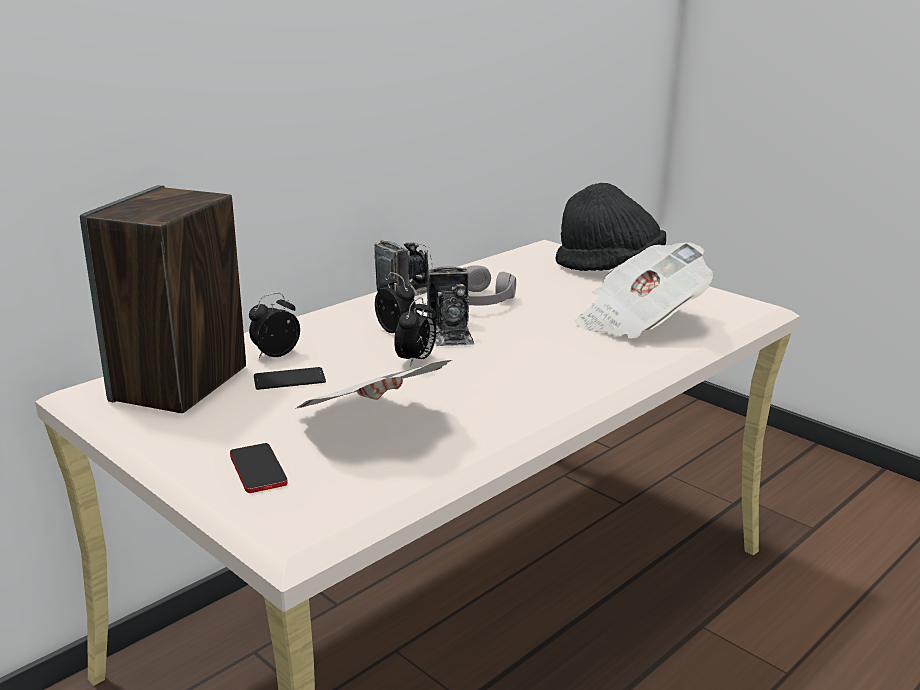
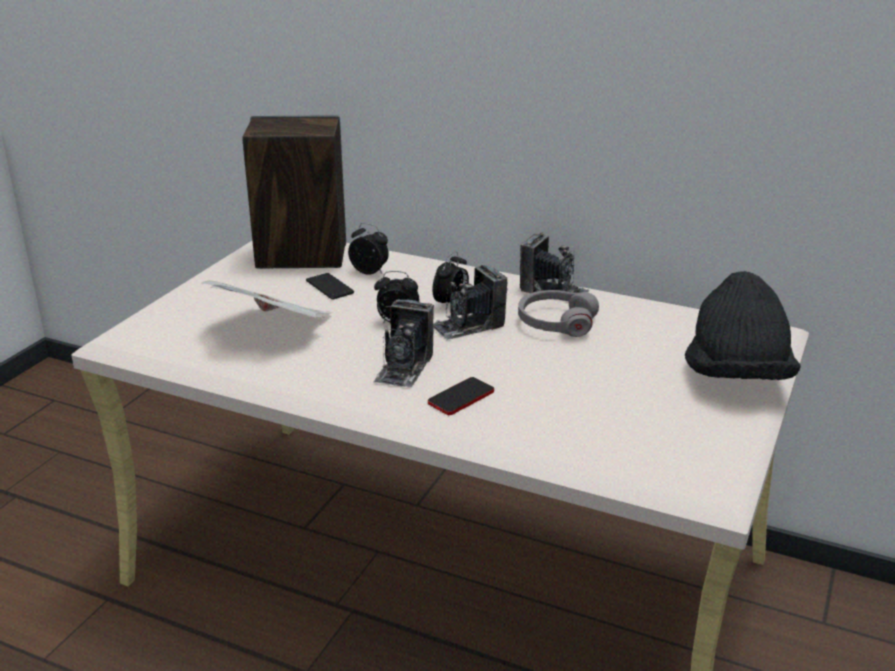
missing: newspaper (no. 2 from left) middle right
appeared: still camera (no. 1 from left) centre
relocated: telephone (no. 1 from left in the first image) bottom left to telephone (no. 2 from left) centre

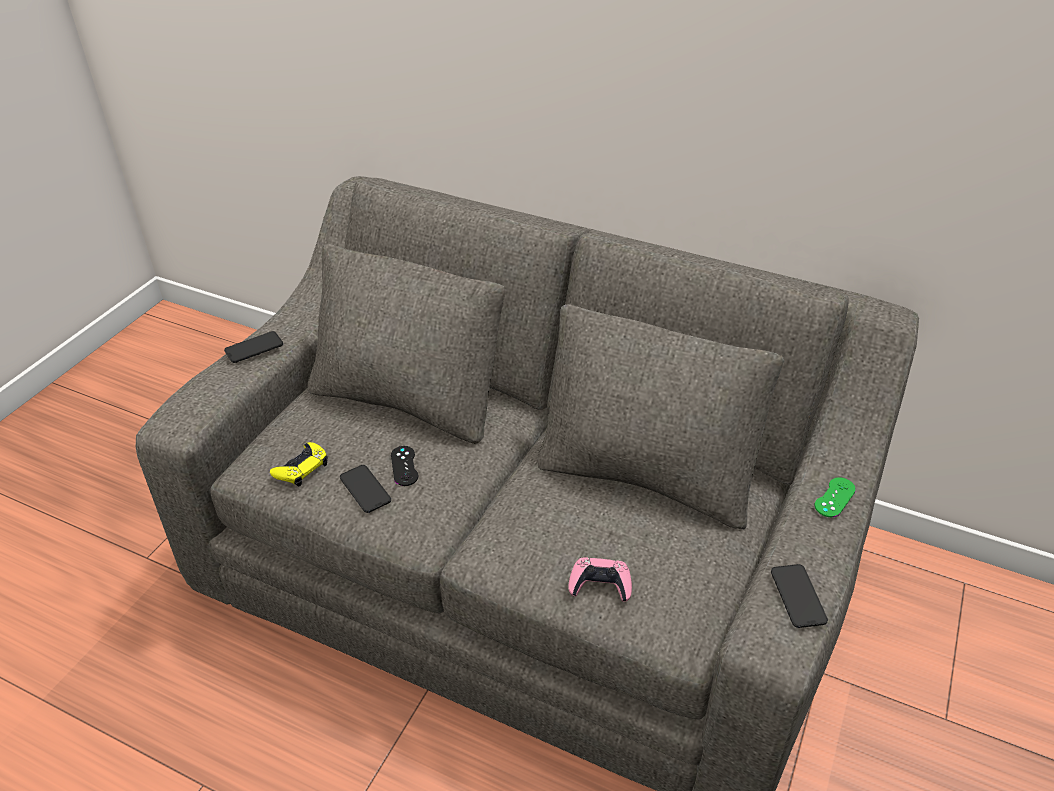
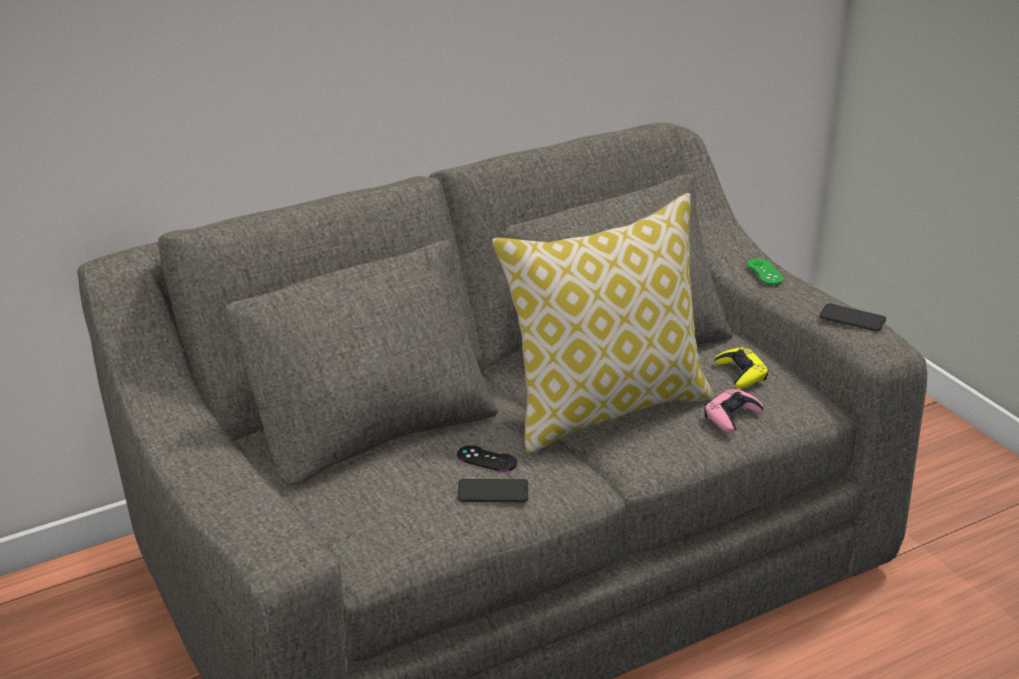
missing: telephone (no. 1 from left) middle left
appeared: pillow centre
relocated: gamepad in yellowish middle left to middle right

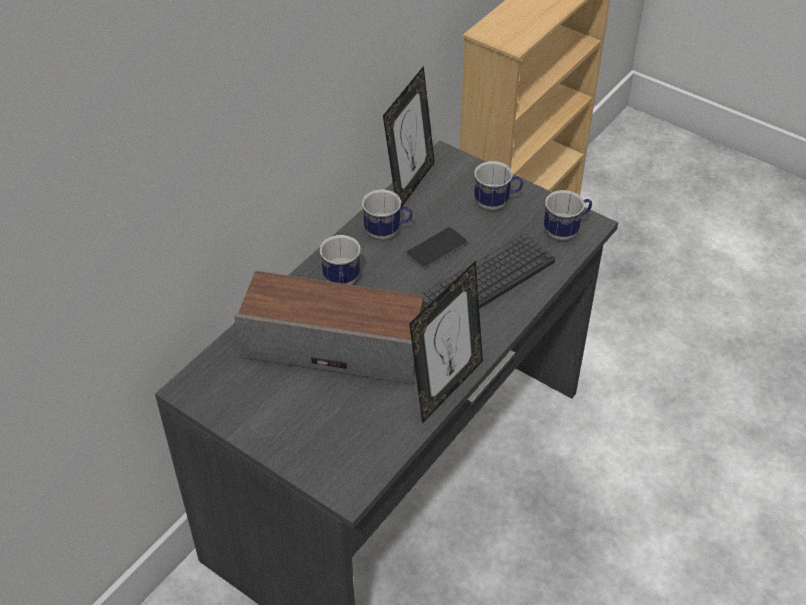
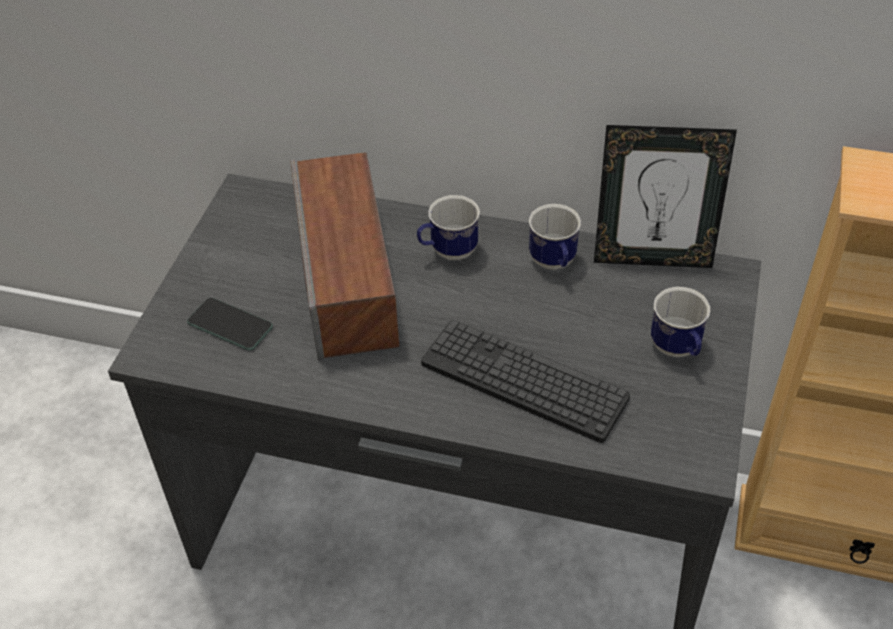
missing: picture frame (no. 2 from left) centre; mug (no. 4 from left) middle right
relocated: telephone centre to middle left

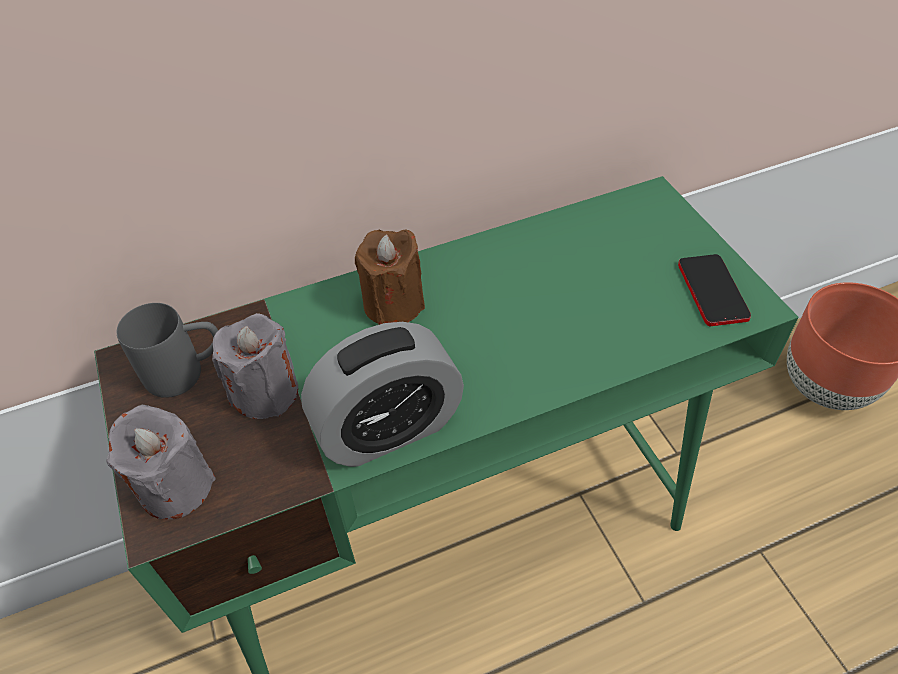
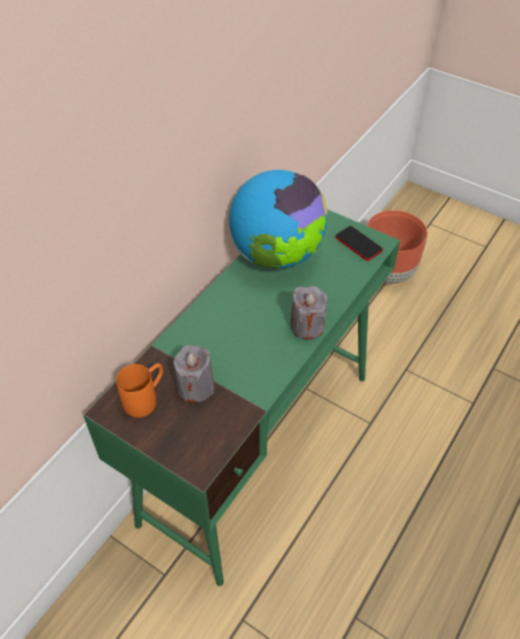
missing: alarm clock centre; wax light in brownish centre
appeared: world globe centre
relocated: wax light in grey (no. 1 from left in the first image) bottom left to wax light in grey (no. 2 from left) centre
colour: mug in grey middle left to mug in orangey middle left

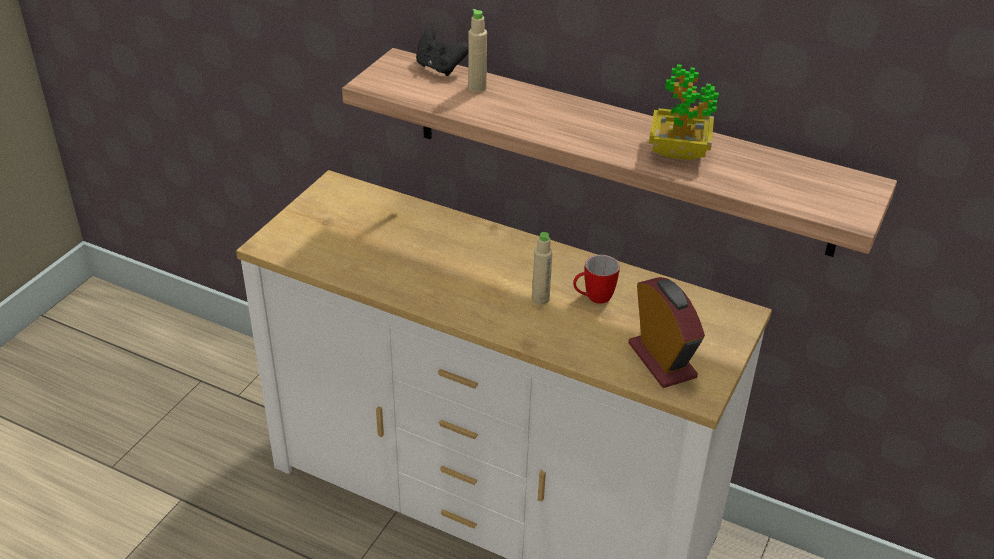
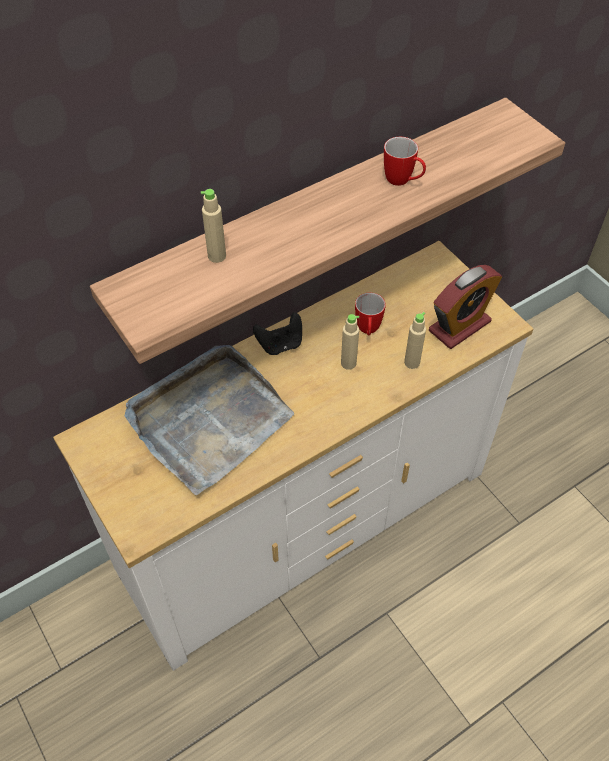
appeared: carrying tray in grey centre; drink bottle in beige (no. 3 from left) middle right
relocated: gamepad in black-coloured top centre to centre
exchanged: potted plant top right to mug (no. 2 from left) top centre
spun: alarm clock middle right = middle right 135 degrees clockwise

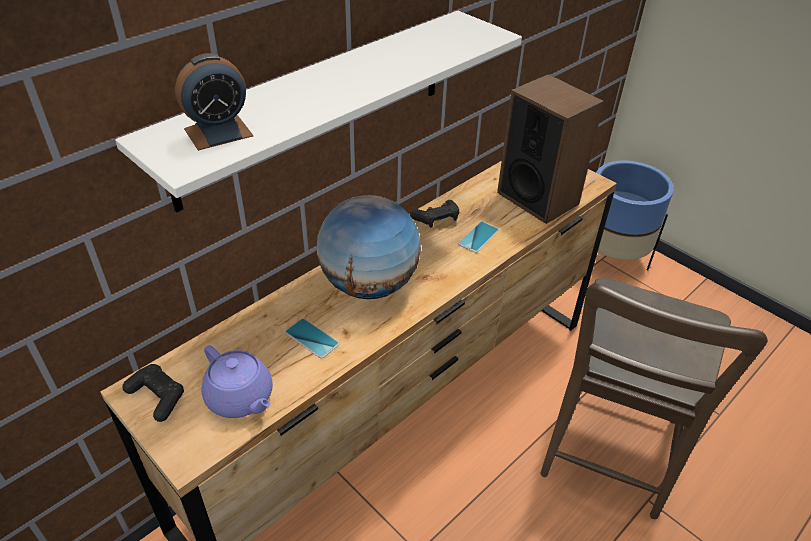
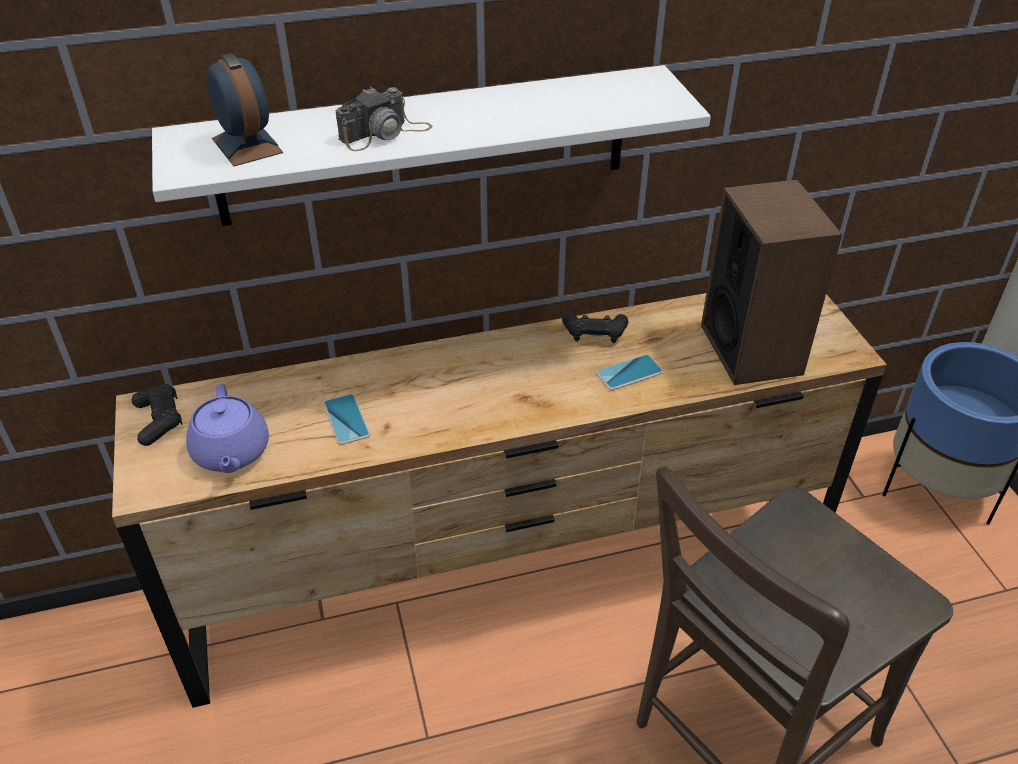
missing: world globe centre
appeared: still camera top centre
spun: alarm clock top left = top left 120 degrees counterclockwise

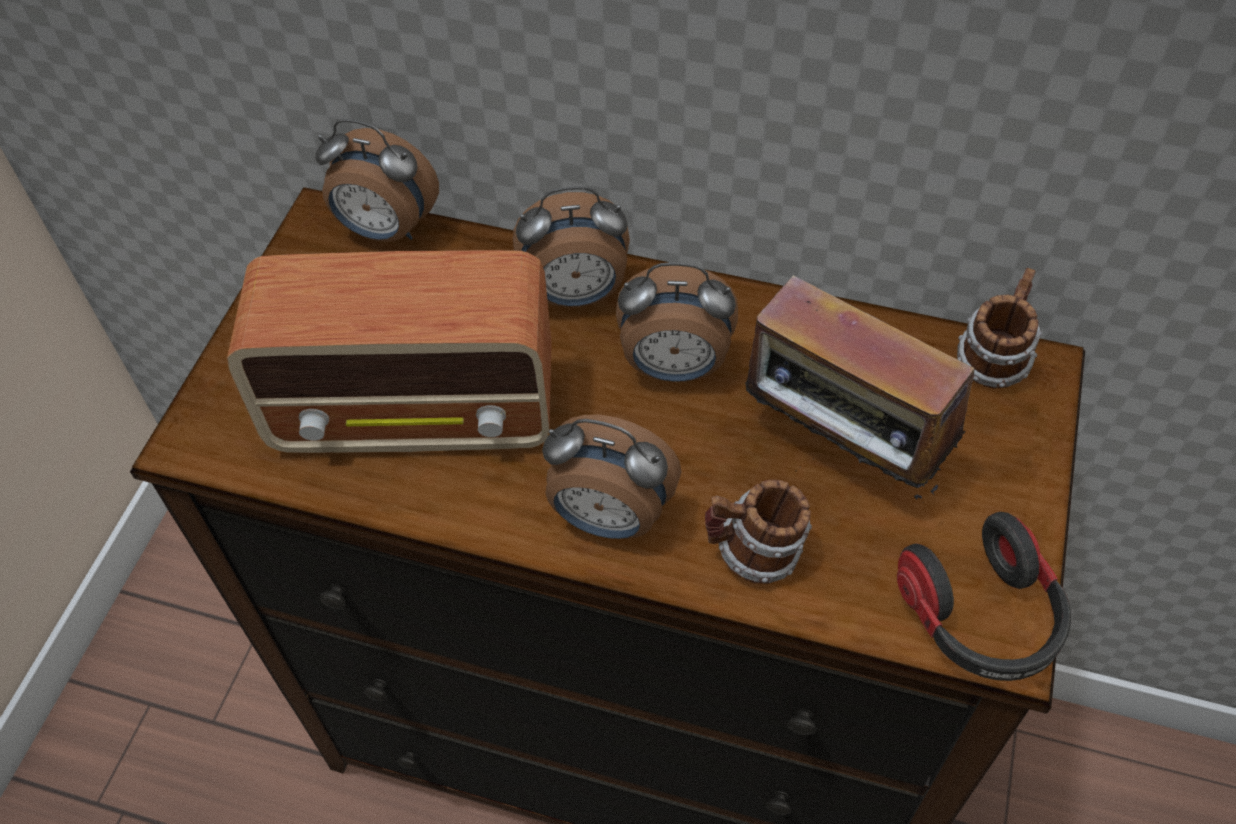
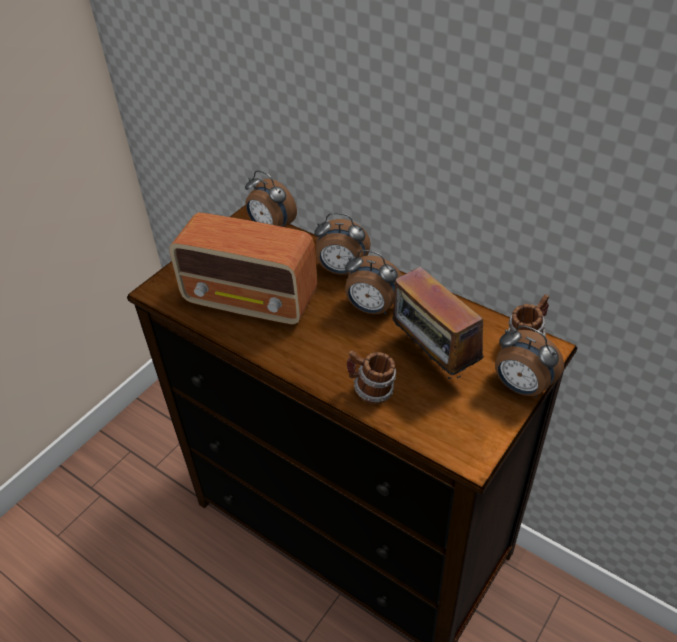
missing: headset bottom right
relocated: alarm clock (no. 3 from left in the first image) centre to alarm clock (no. 4 from left) middle right

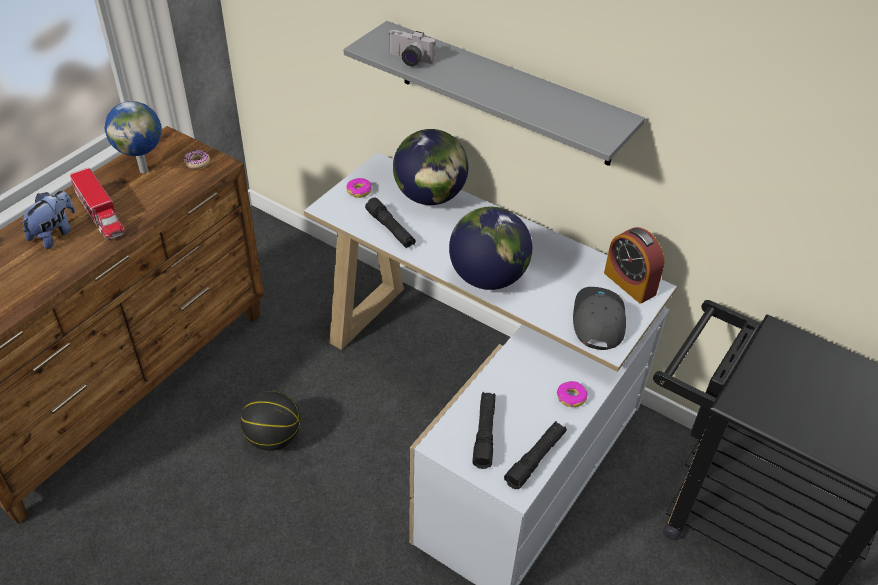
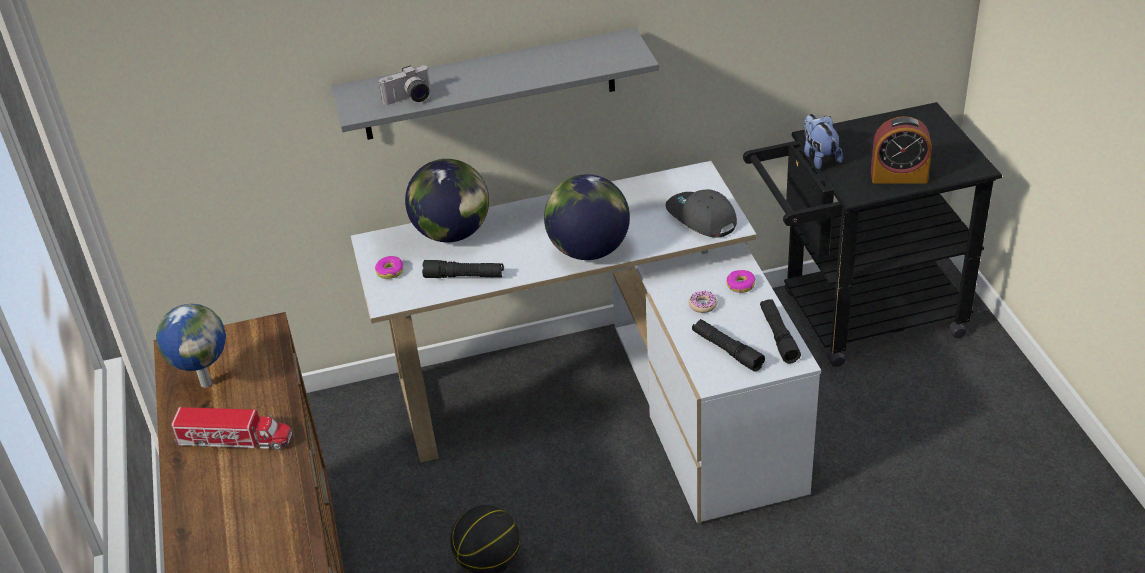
relocated: cuddly toy middle left to top right; donut (no. 1 from left in the first image) top left to donut (no. 2 from left) centre; alarm clock middle right to top right

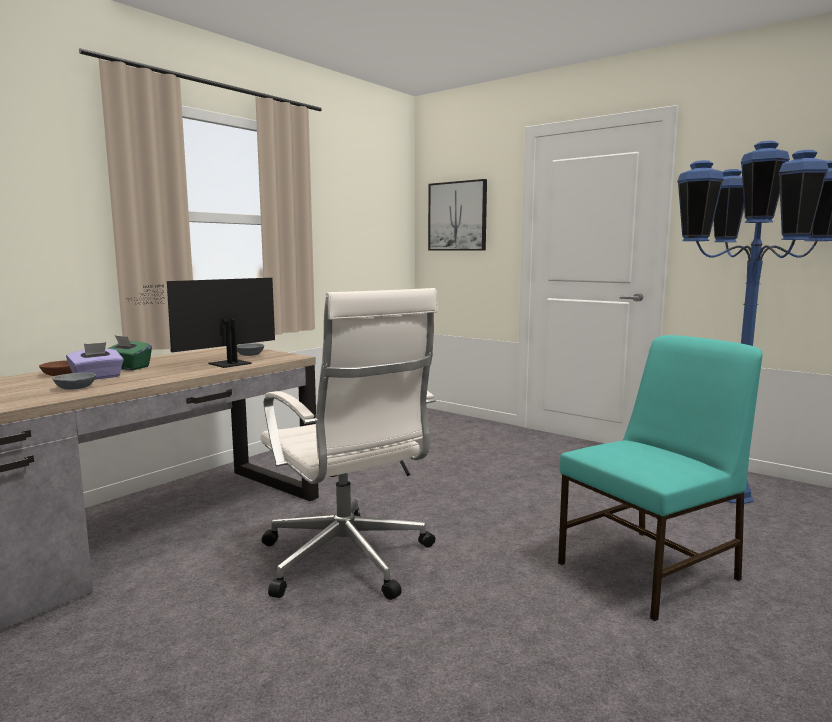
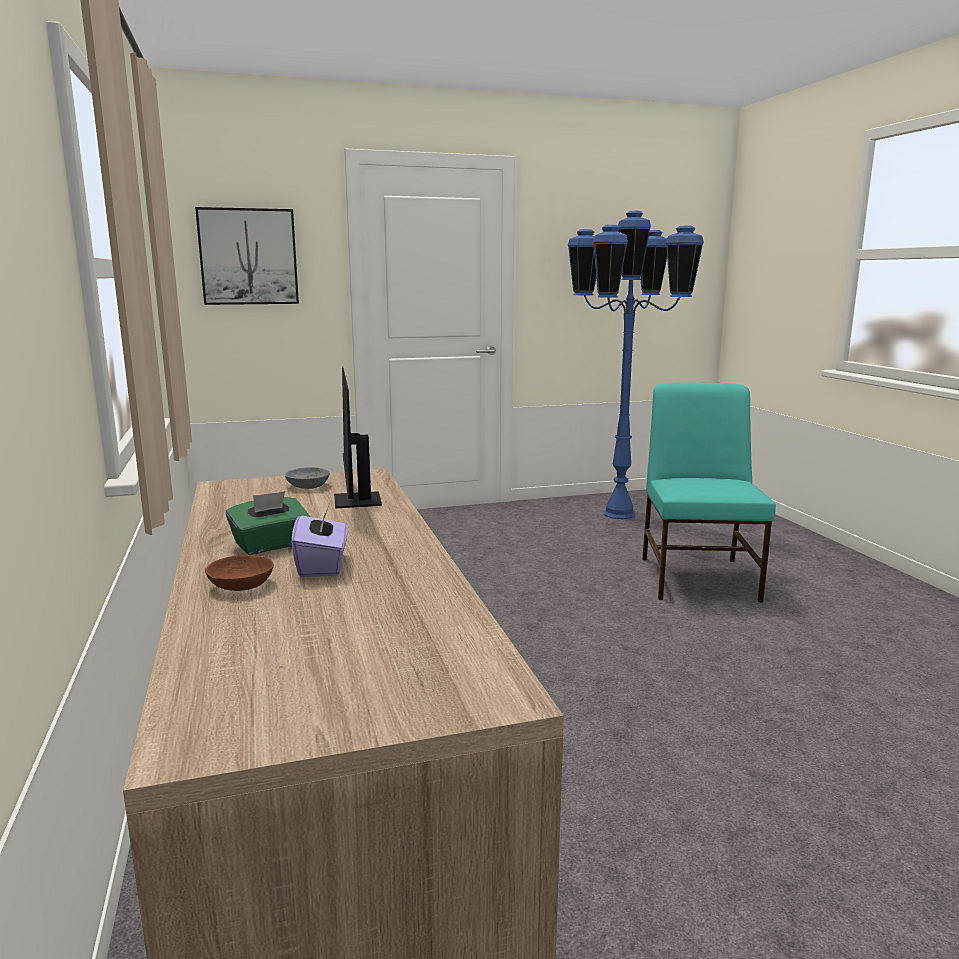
missing: deep dish in grey (no. 1 from left) middle left; computer chair in white-coloured centre

